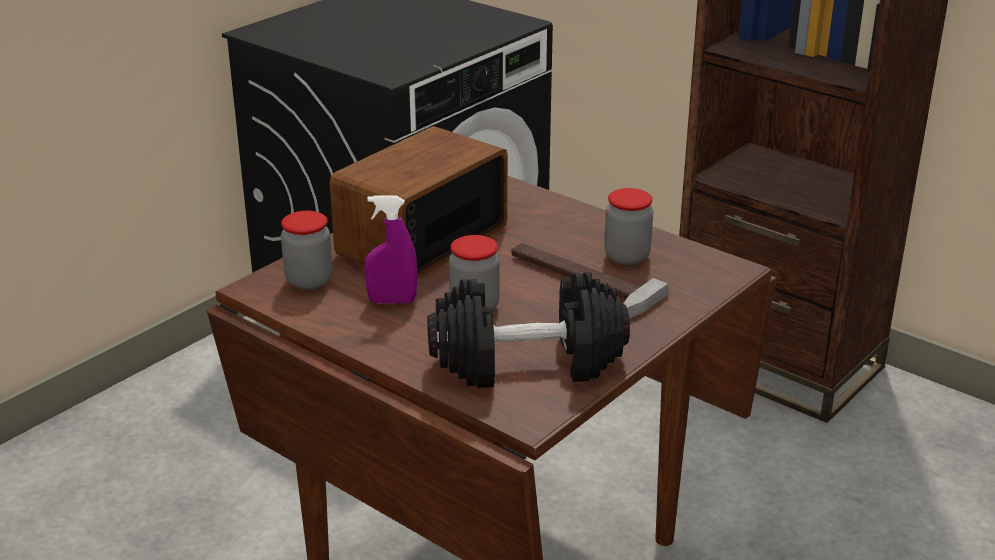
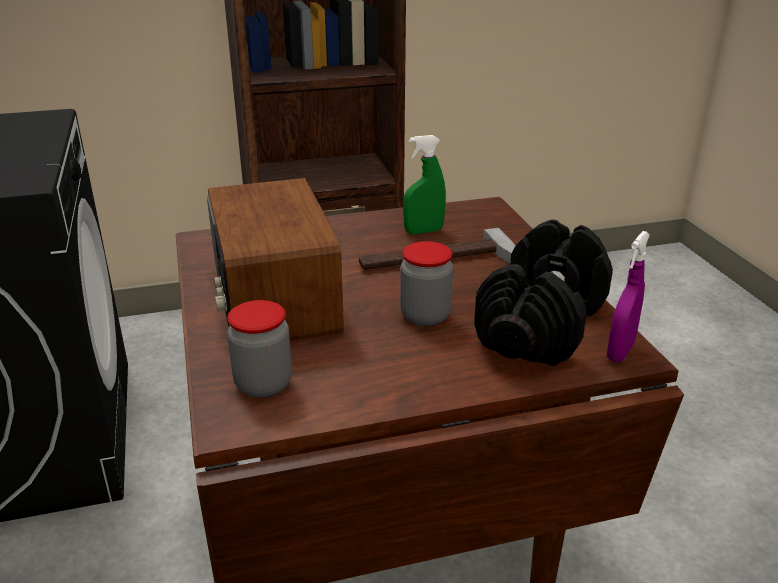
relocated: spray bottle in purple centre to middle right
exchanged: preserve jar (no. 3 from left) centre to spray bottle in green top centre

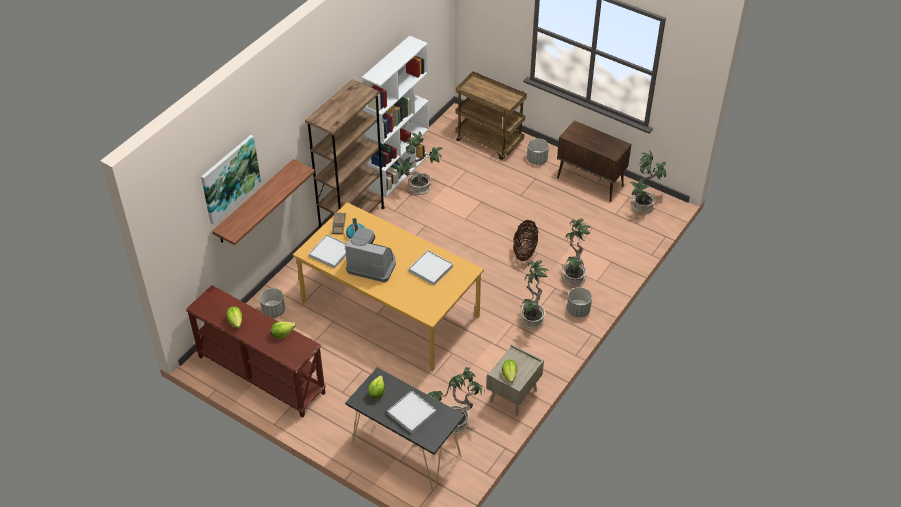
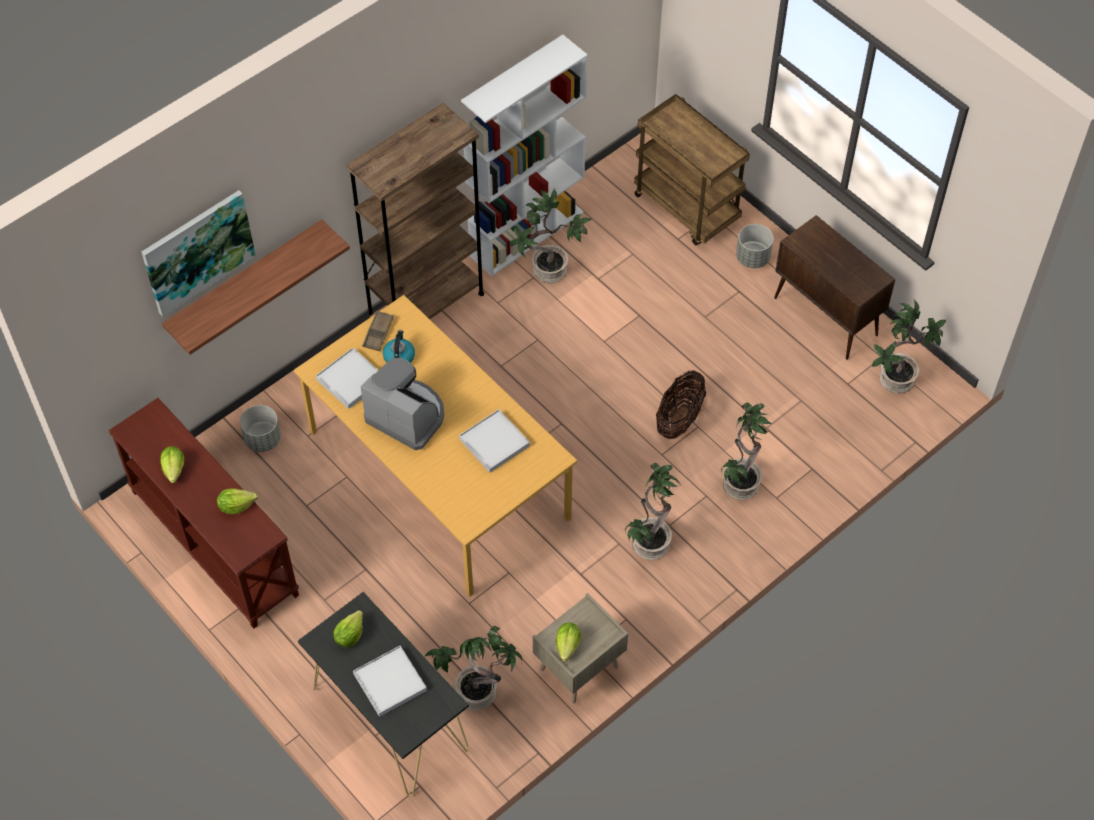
missing: plant pot in grey (no. 3 from left) centre

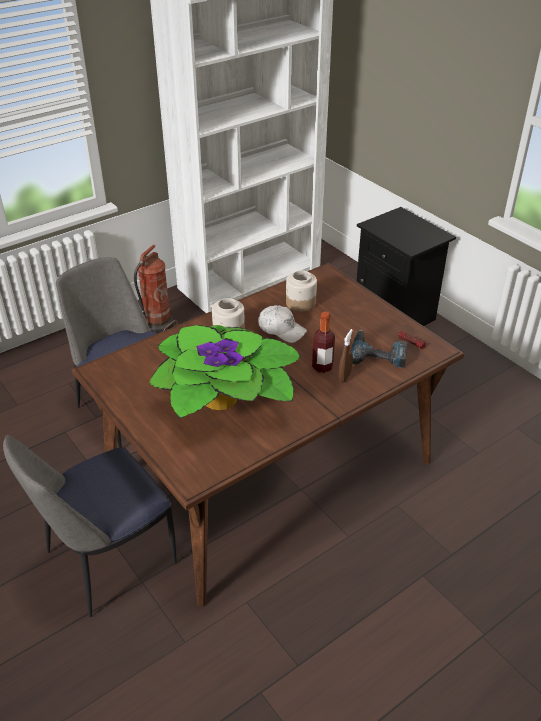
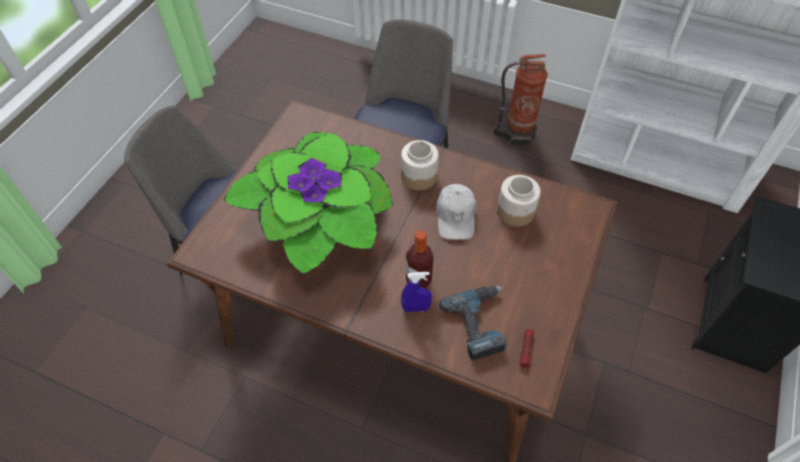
colour: spray bottle in brownish centre to spray bottle in blue-coloured centre

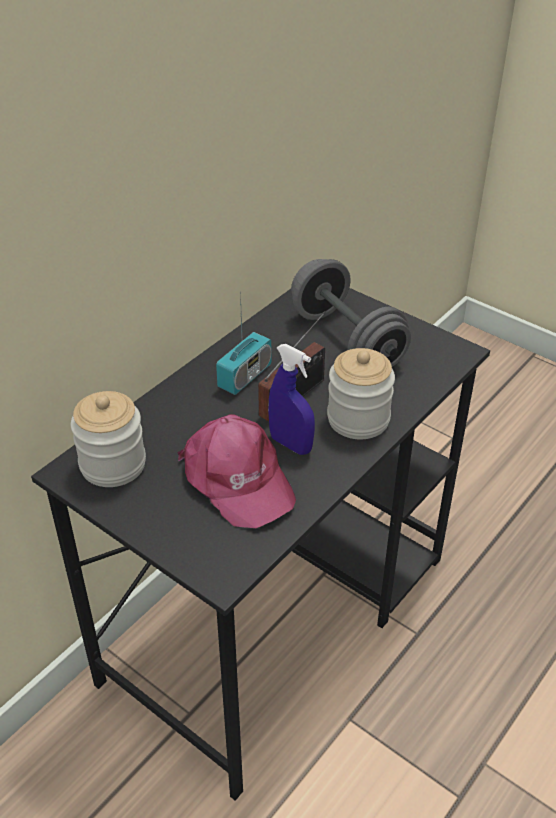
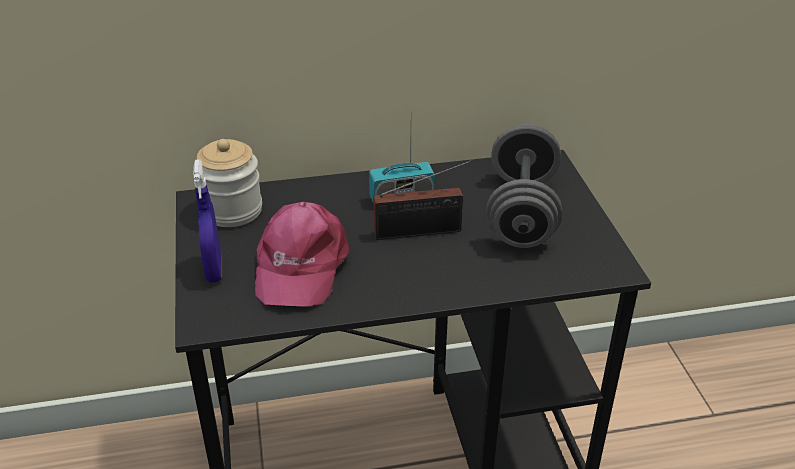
missing: preserve jar (no. 2 from left) centre
relocated: spray bottle in blue-coloured centre to middle left

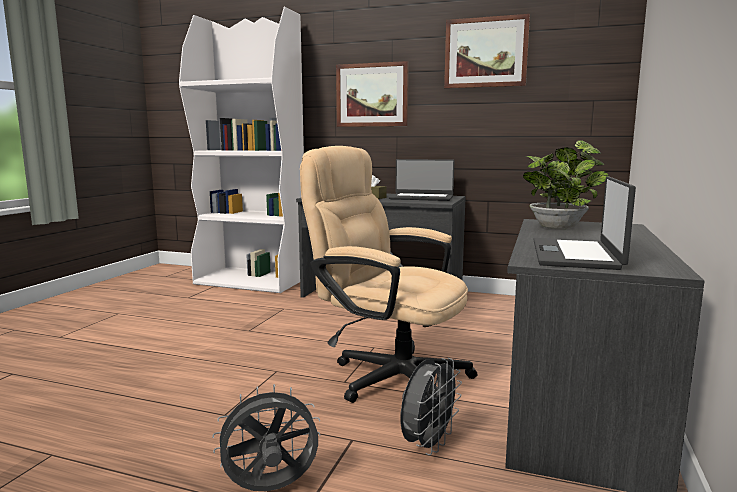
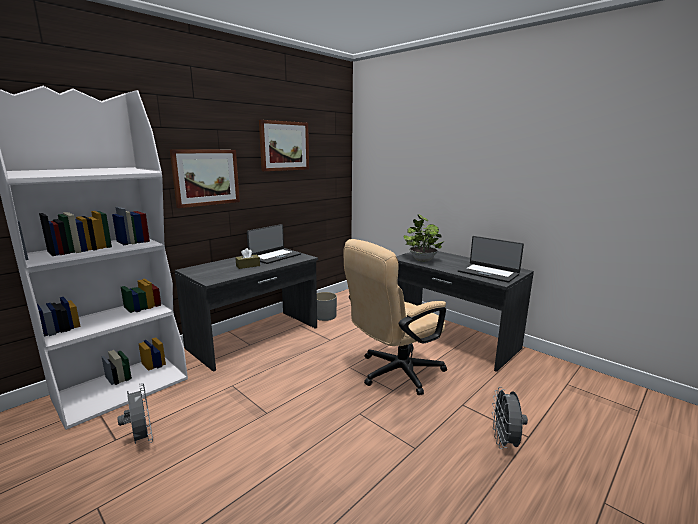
appeared: plant pot in grey centre
relocated: electric fan in grey (no. 2 from left in the first image) bottom centre to electric fan in grey (no. 1 from left) bottom left

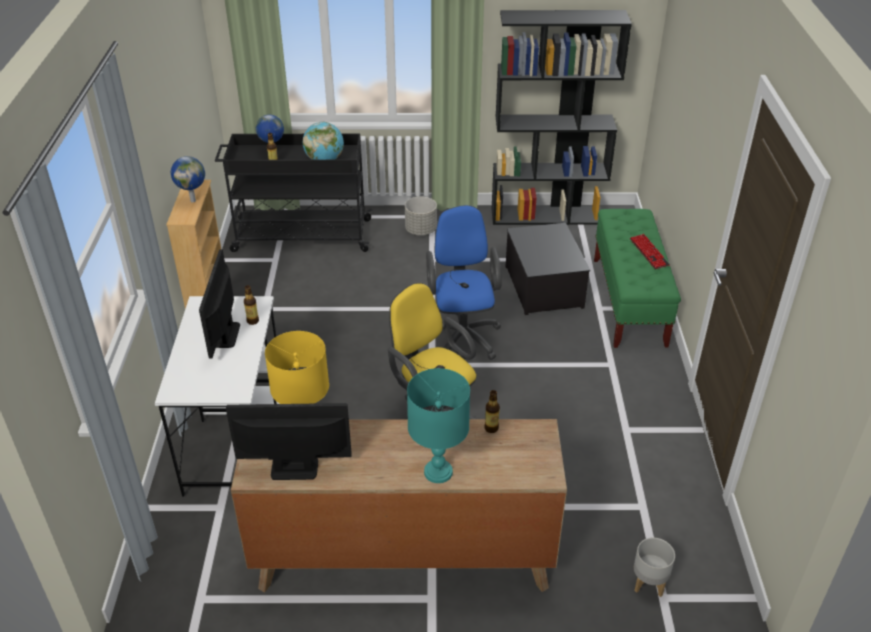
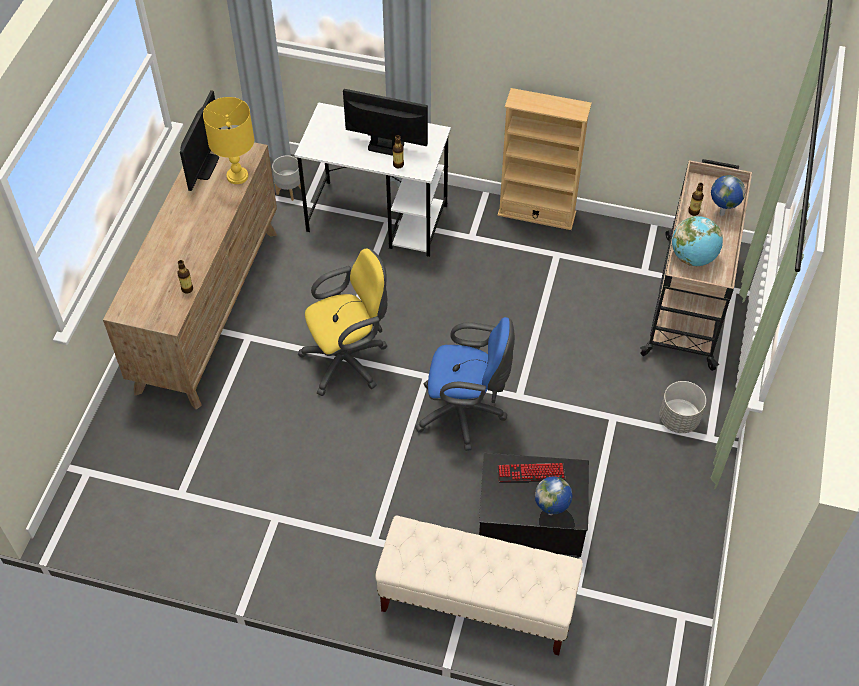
missing: tabletop lamp in blue-green bottom centre; bookshelf in black-coloured top centre
relocated: world globe (no. 1 from left) top left to bottom centre; PC keyboard middle right to bottom centre; plant pot in grey (no. 2 from left in the first image) bottom right to plant pot in grey (no. 1 from left) top left
colour: wheeled cart in black-coloured top centre to wheeled cart in beige middle right; bench in green middle right to bench in beige bottom centre

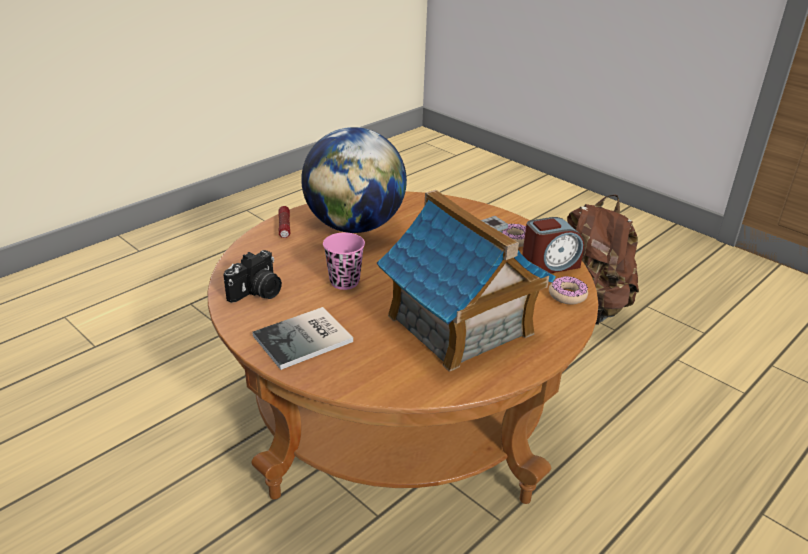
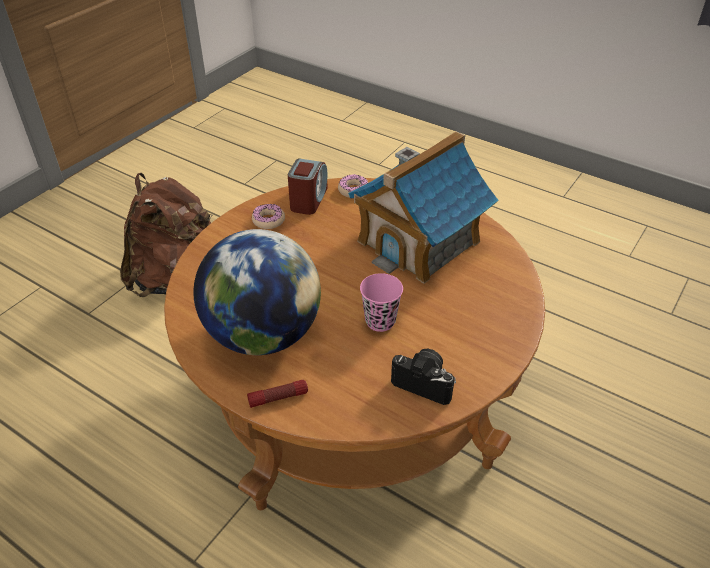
missing: book centre
spun: alarm clock middle right = top centre 45 degrees clockwise

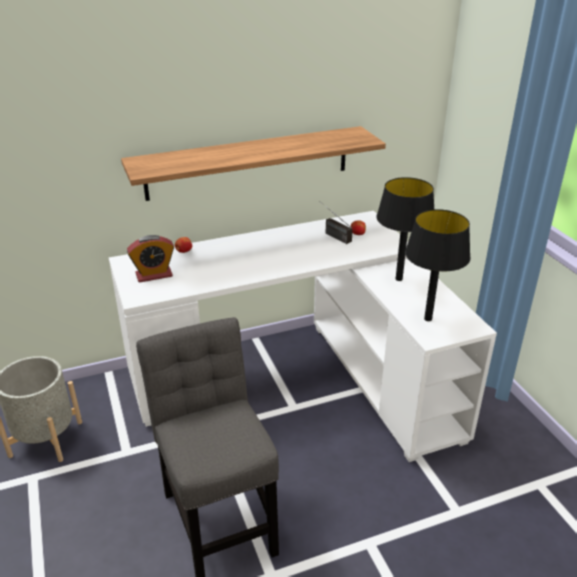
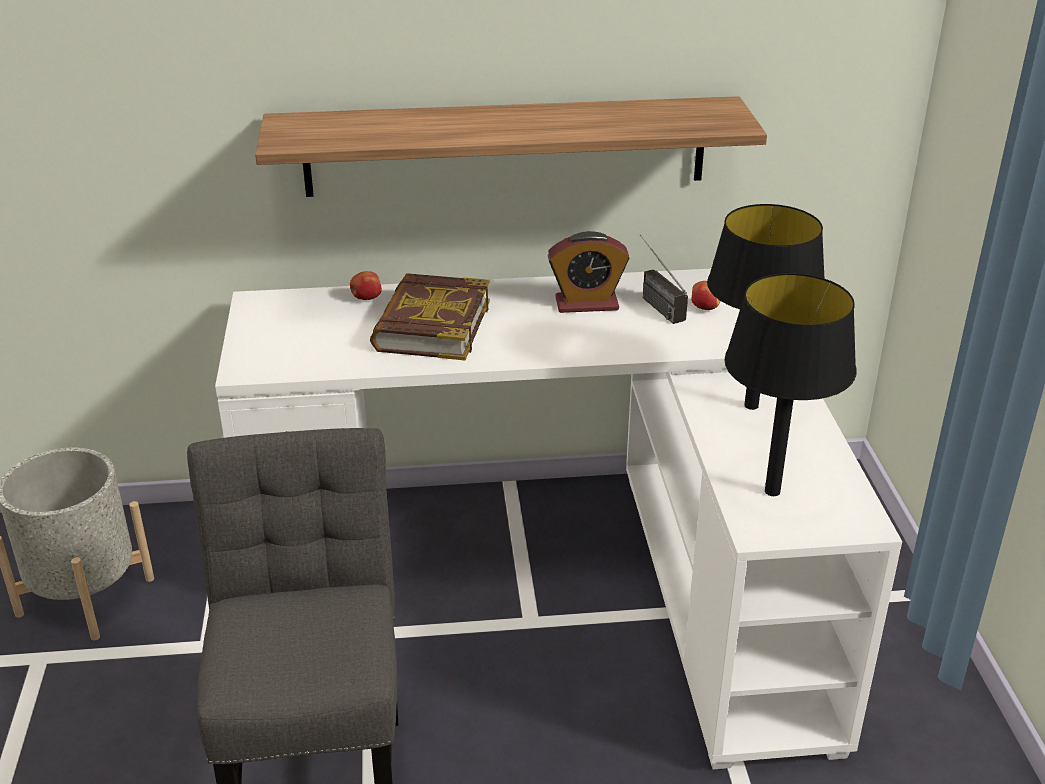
appeared: book centre
relocated: alarm clock middle left to centre

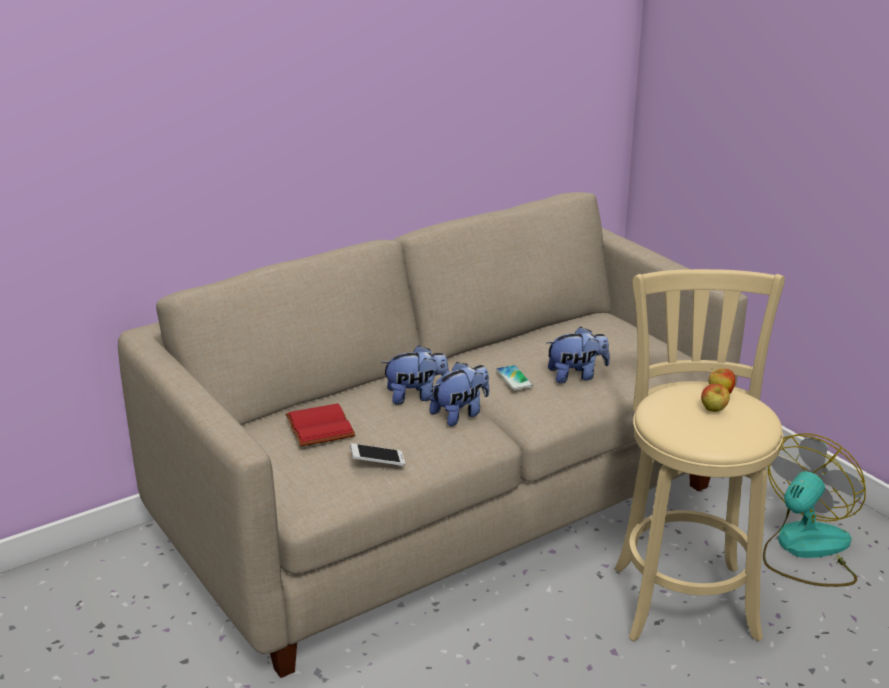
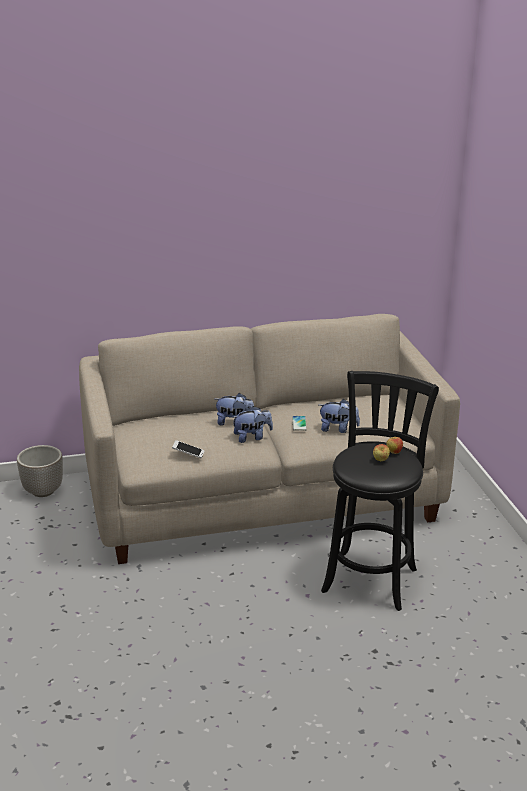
missing: book in reddish centre; electric fan bottom right
appeared: plant pot middle left
colour: sitting stool in beige middle right to sitting stool in black-coloured middle right

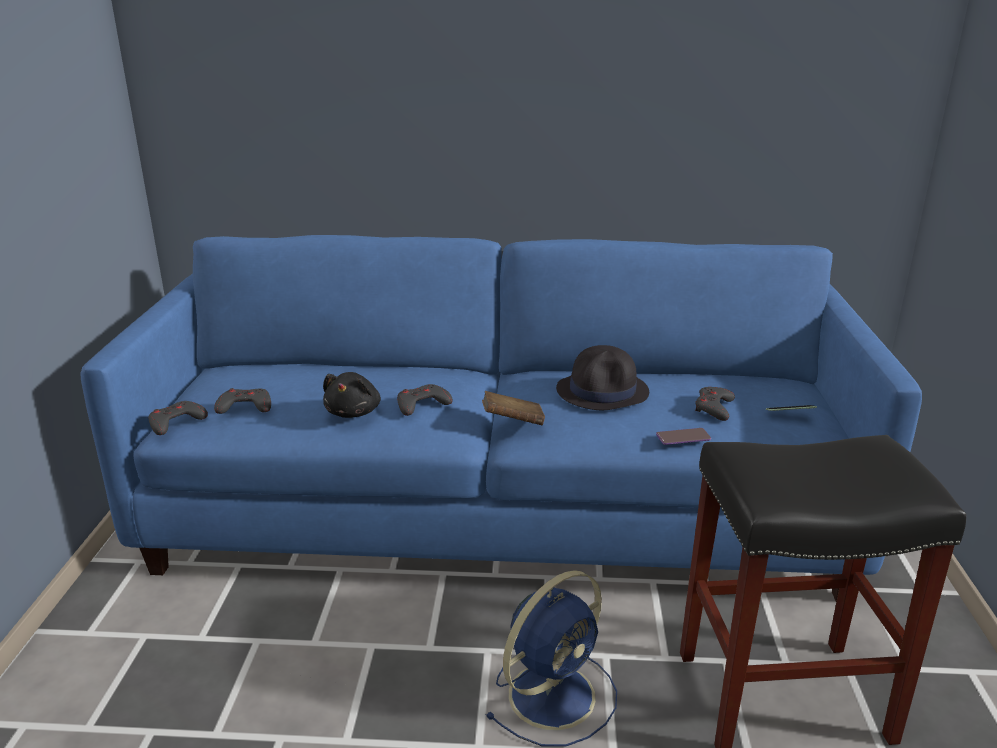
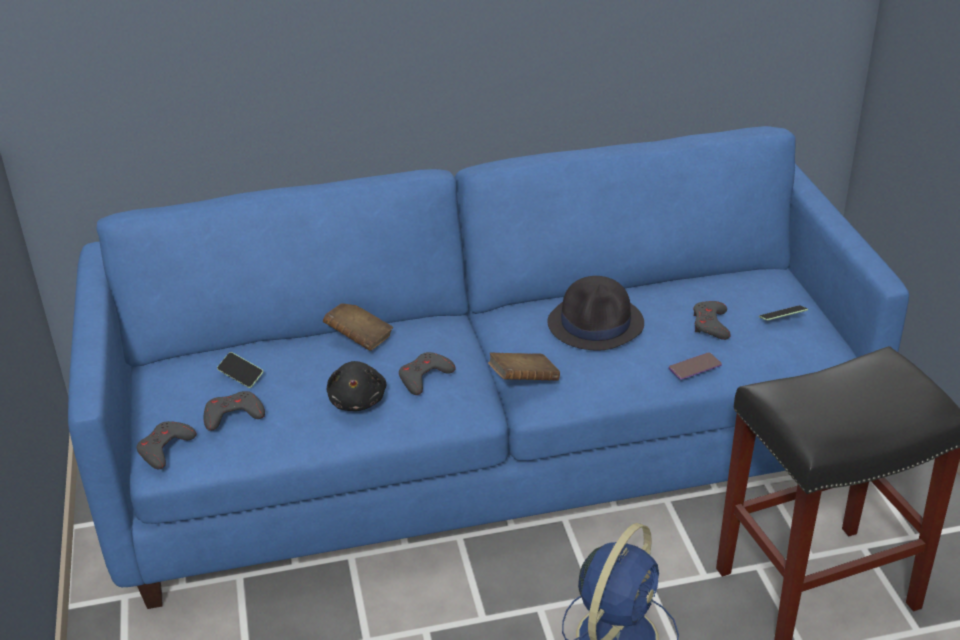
appeared: telephone (no. 1 from left) middle left; book in brownish (no. 1 from left) centre

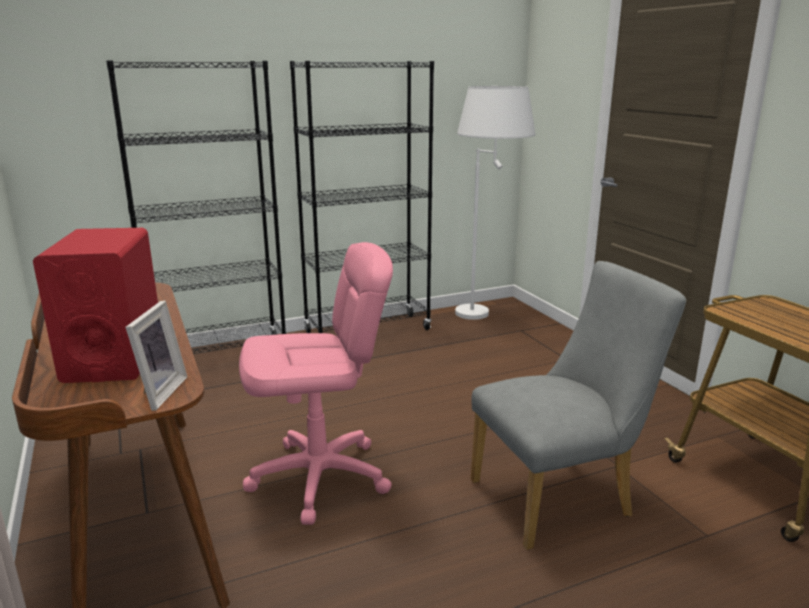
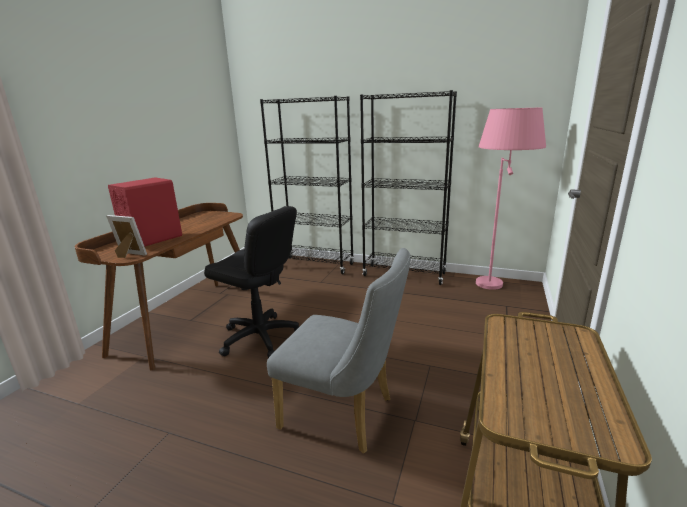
colour: computer chair in pink centre to computer chair in black-coloured centre; floor lamp in white-coloured centre to floor lamp in pink middle right
spun: picture frame middle left = middle left 120 degrees counterclockwise

